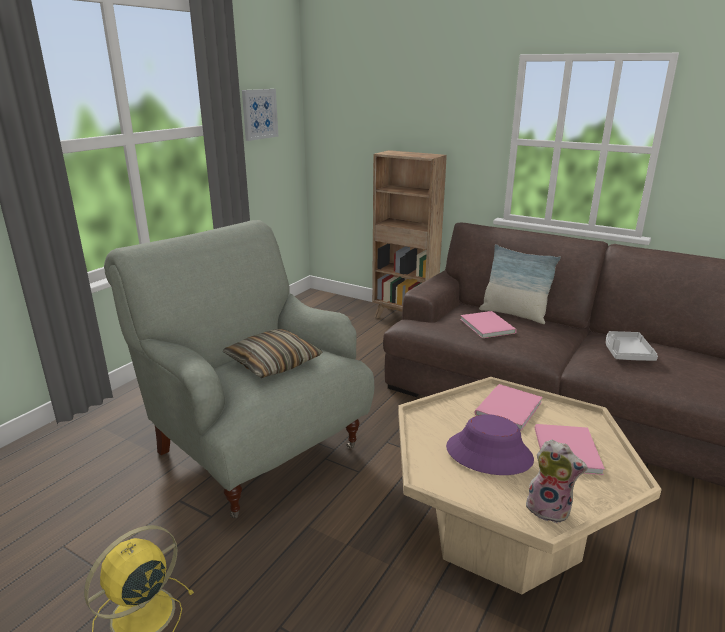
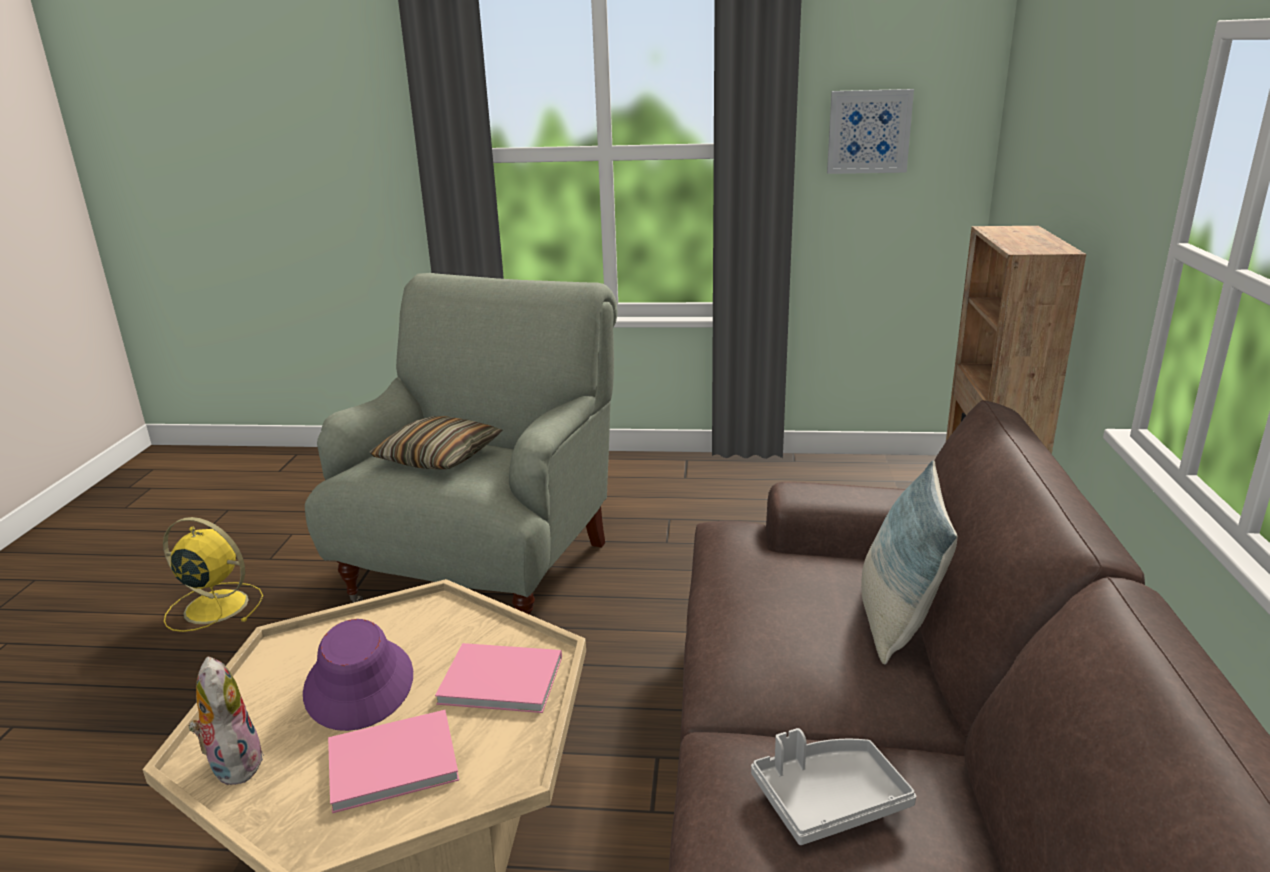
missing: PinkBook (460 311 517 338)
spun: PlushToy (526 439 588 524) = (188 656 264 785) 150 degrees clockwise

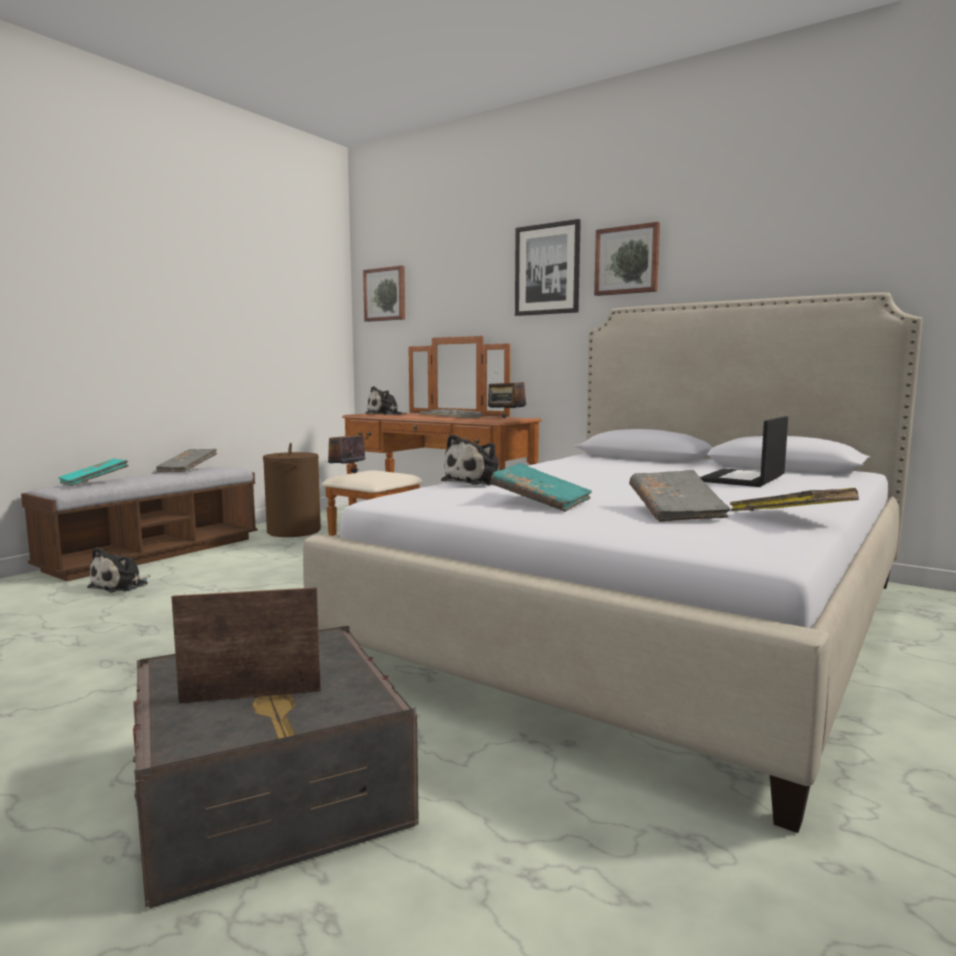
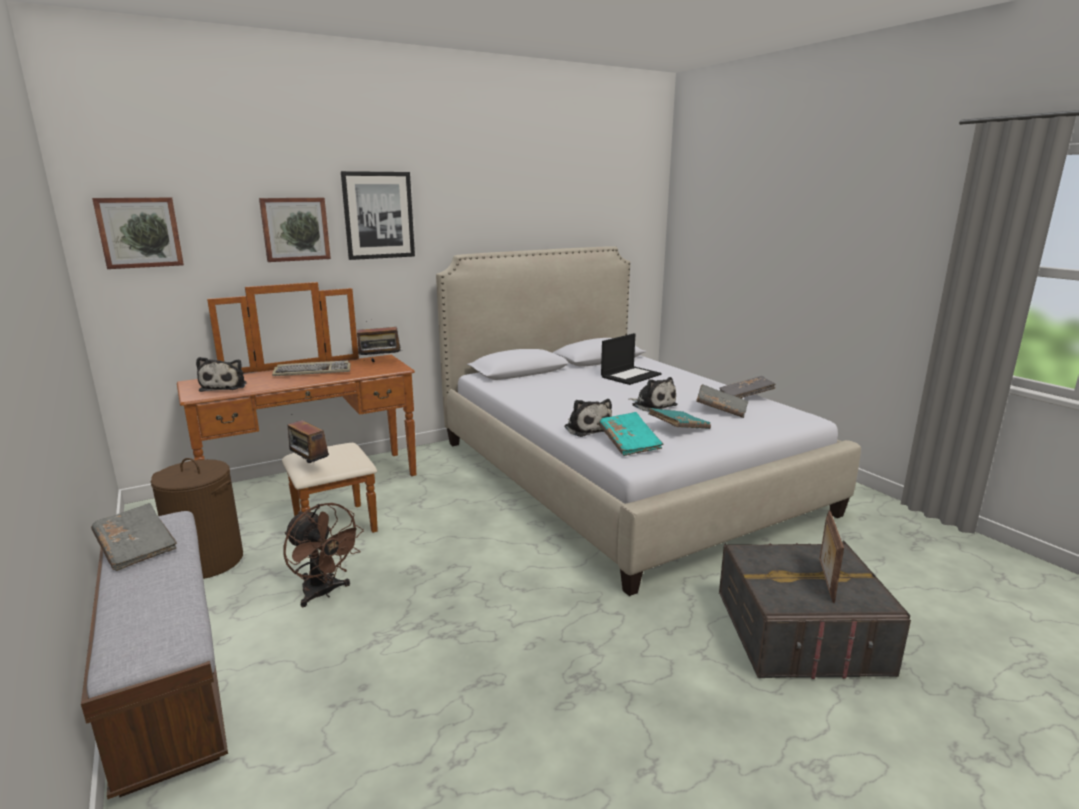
appeared: BrownFan (283 503 364 607)
relocated: Picture (594 222 660 296) to (259 198 331 262); TurquoiseBook (58 459 129 486) to (599 412 663 456); PlushToy (87 547 150 592) to (628 377 677 412)
colour: YellowBook (730 488 859 511) to GreyBook (719 376 776 398)
spun: Laptop (700 416 788 487) = (601 333 662 385) 105 degrees counterclockwise

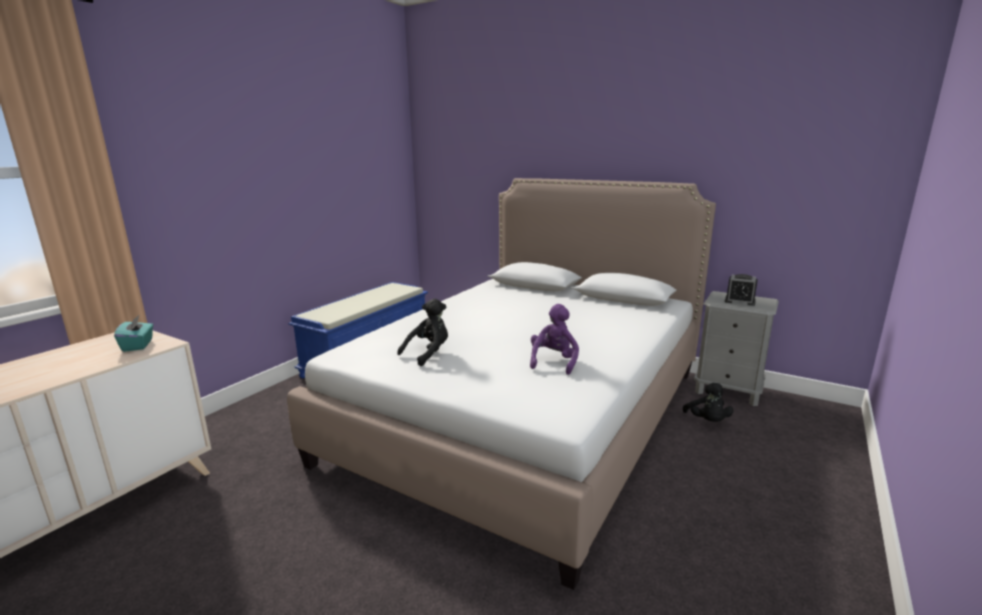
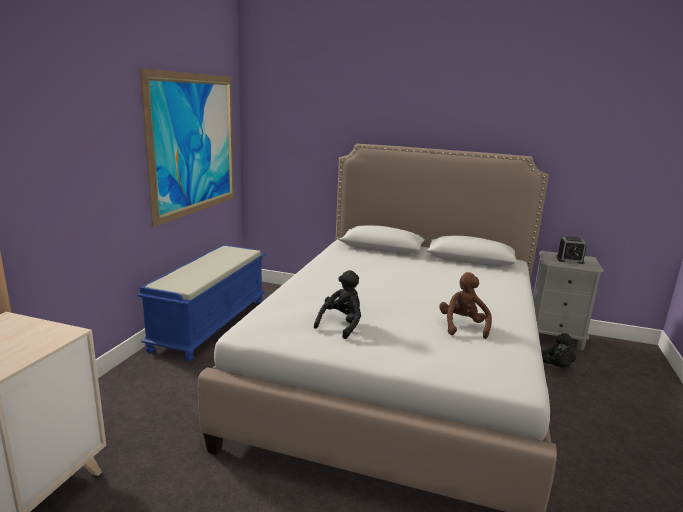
missing: TurquoiseTissueBox (114 315 153 352)
appeared: Picture (140 68 234 227)
colour: PurplePlushToy (530 304 579 375) to BrownPlushToy (439 272 492 339)

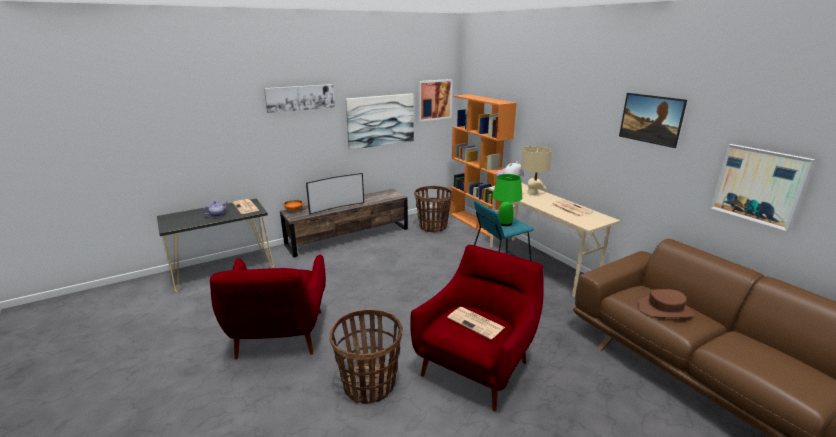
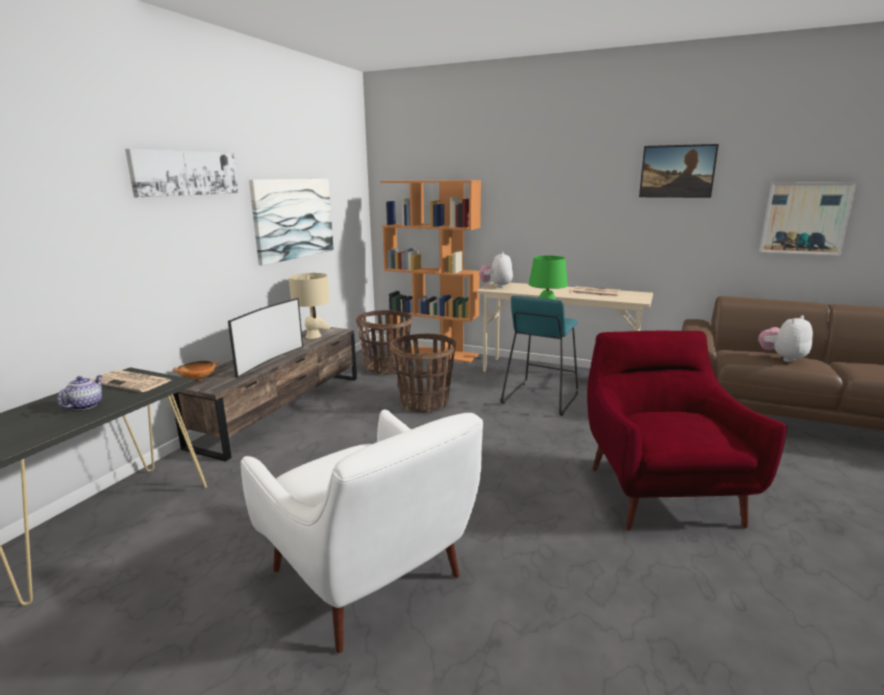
missing: Picture (418 79 452 122); Newspaper (447 307 505 340)
relocated: BeigeTableLamp (521 146 552 195) to (289 273 330 339); Basket (329 309 402 404) to (390 334 456 413)
exchanged: BrownHat (637 289 694 318) to PlushToy (758 315 813 362)
colour: RedArmchair (210 255 326 359) to WhiteArmchair (240 410 483 653)

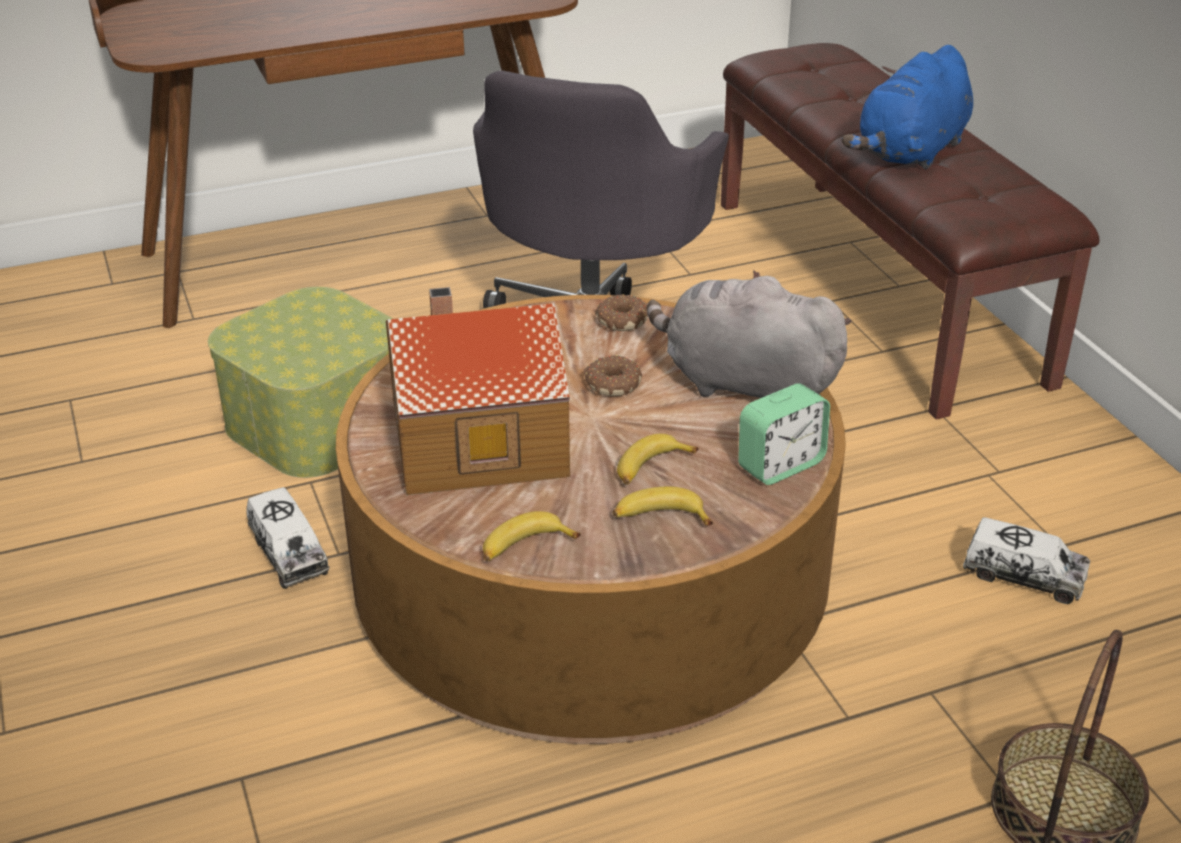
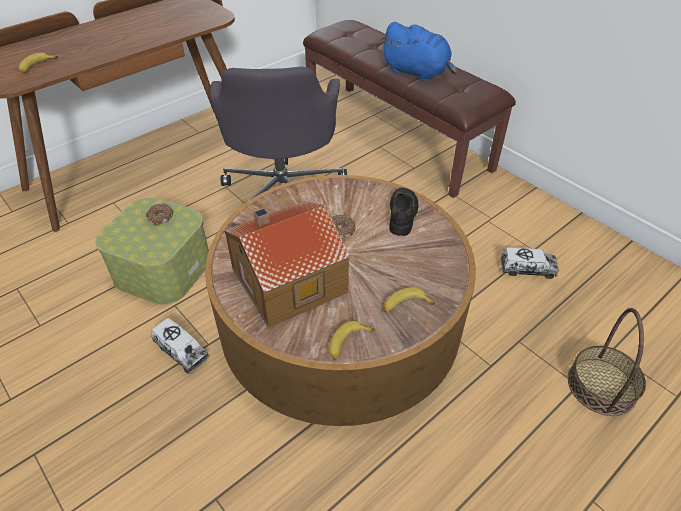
missing: AlarmClock (738 383 830 485)
relocated: Banana (617 434 699 484) to (19 53 58 73); Donut (595 294 648 331) to (146 204 173 224)
exchanged: GreyPlushToy (647 270 852 398) to BlackShoe (389 188 418 236)
spun: BluePlushToy (842 45 973 169) = (381 22 457 81) 75 degrees counterclockwise

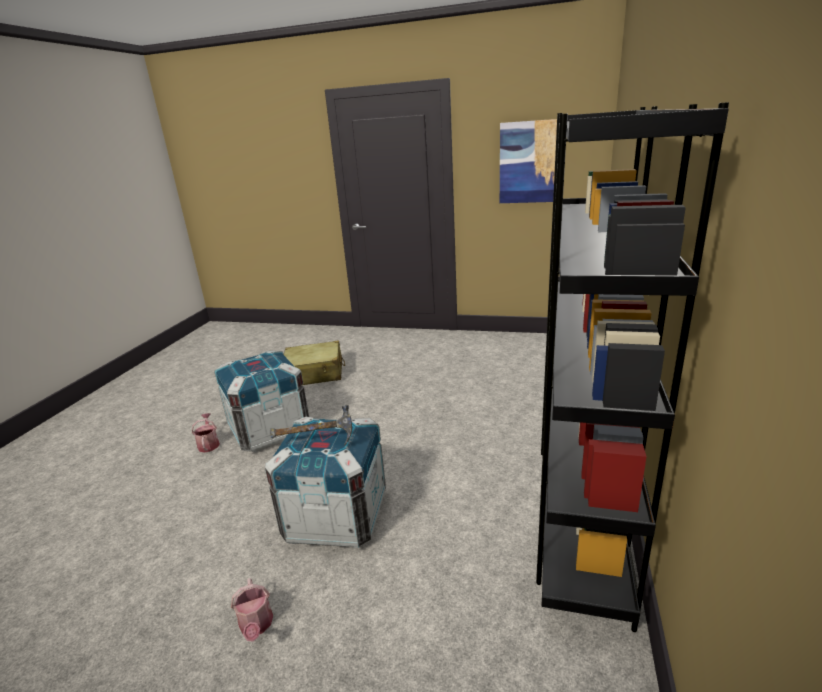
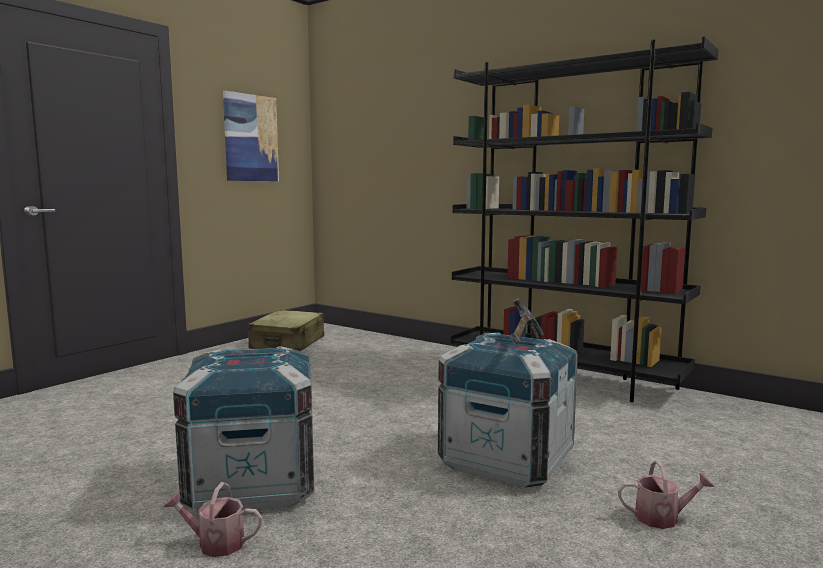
relocated: BeigeSuitcase (284 341 345 385) to (248 310 324 351)

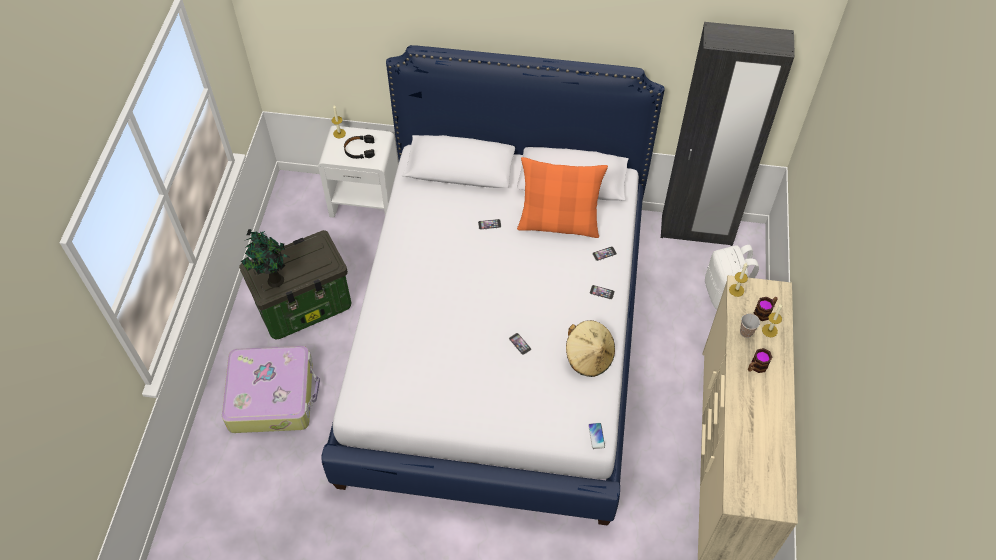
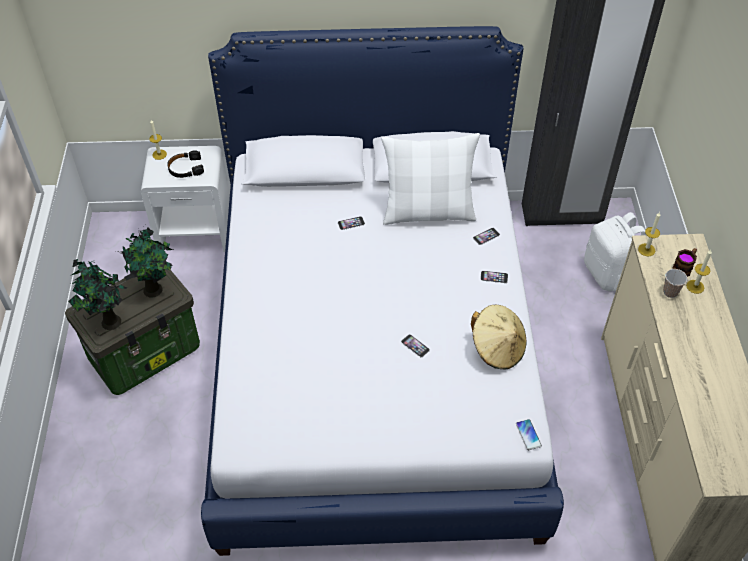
missing: Suitcase (222 346 320 433); Mug (748 348 772 373)
appeared: PottedPlant (116 225 173 298)
colour: OrangePillow (517 157 608 238) to WhitePillow (381 133 480 225)

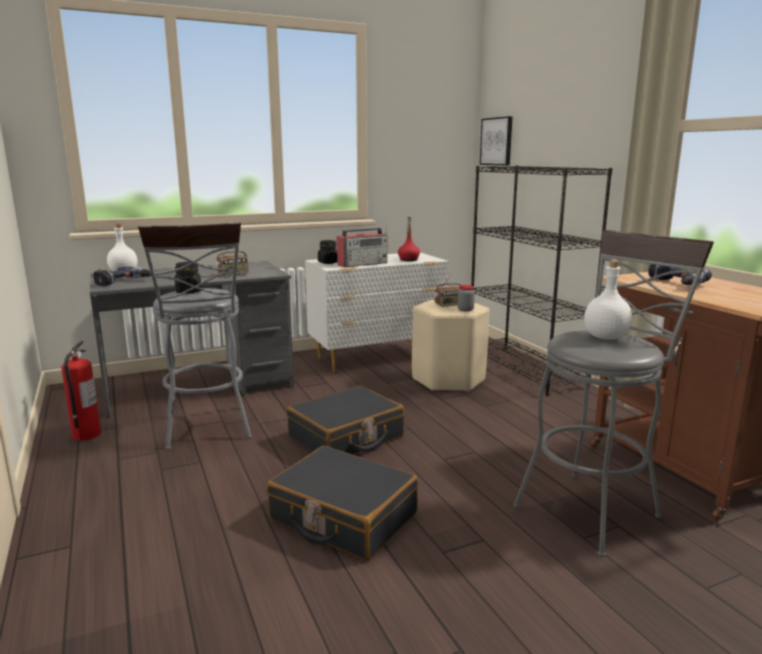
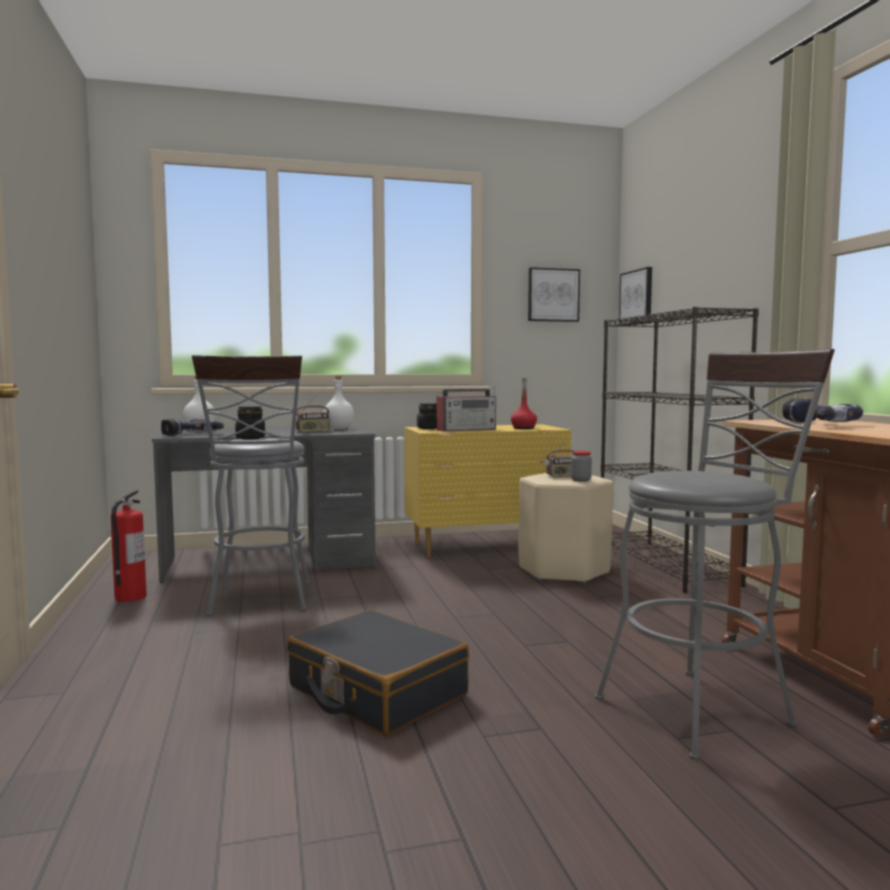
missing: BlackSuitcase (287 386 404 455)
appeared: Picture (528 267 580 322)
relocated: WhiteBottle (584 260 632 340) to (323 376 354 429)
colour: WhiteDresser (305 252 449 372) to YellowDresser (404 424 571 557)

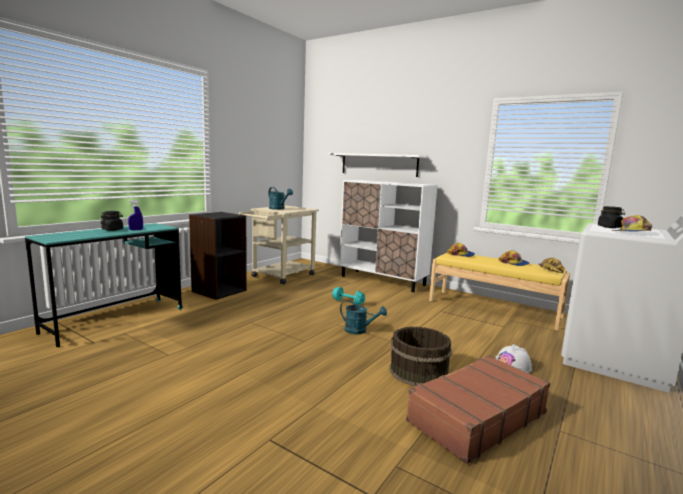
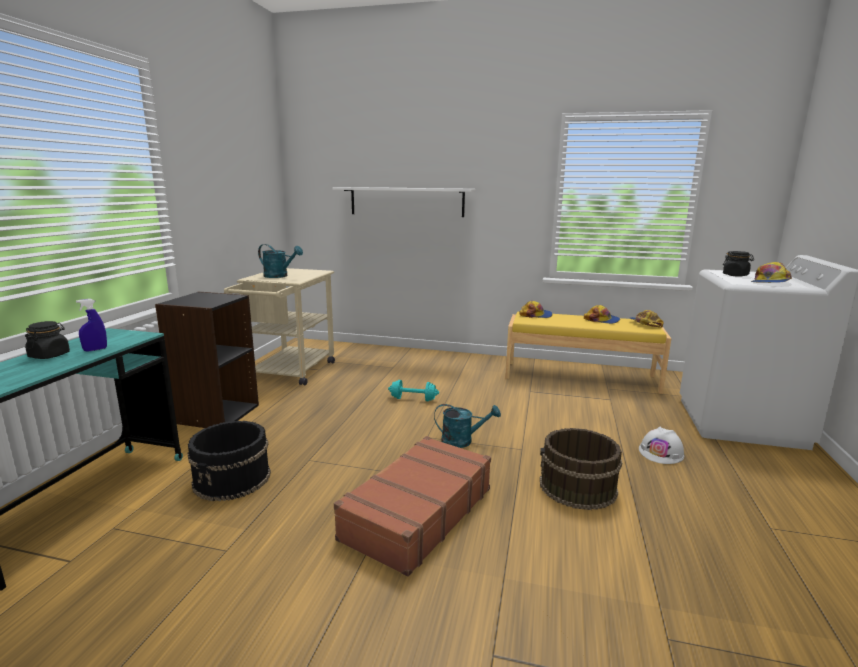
missing: WhiteCabinet (339 180 438 292)
appeared: BlackBucket (187 421 271 501)
relocated: BrownSuitcase (406 355 550 464) to (334 436 491 577)

